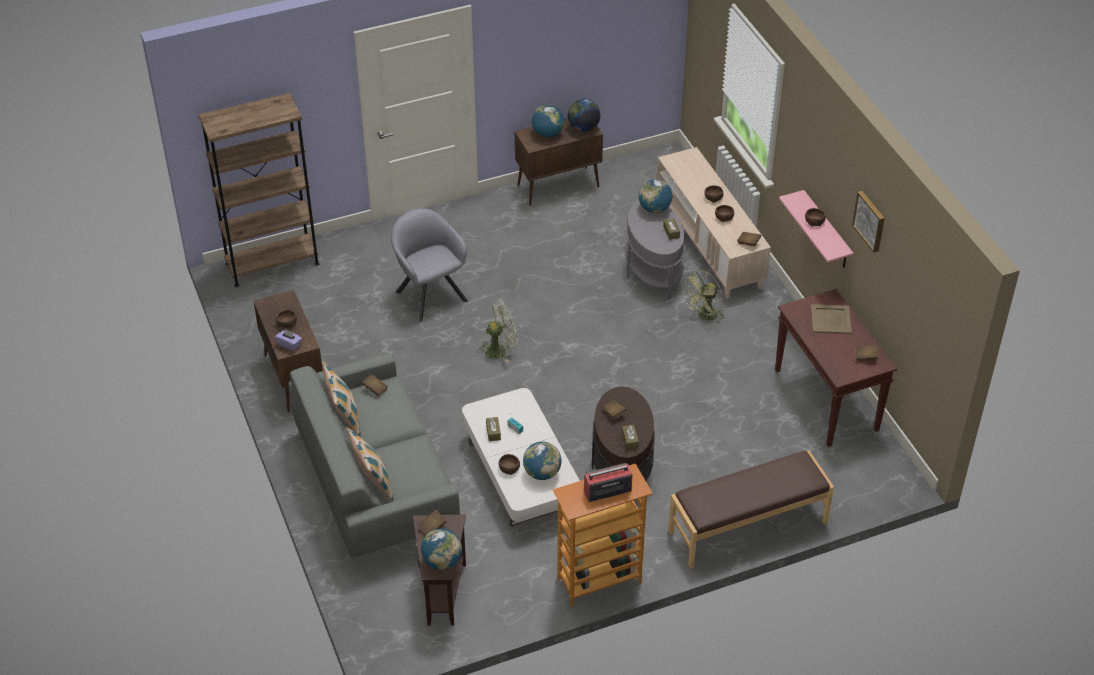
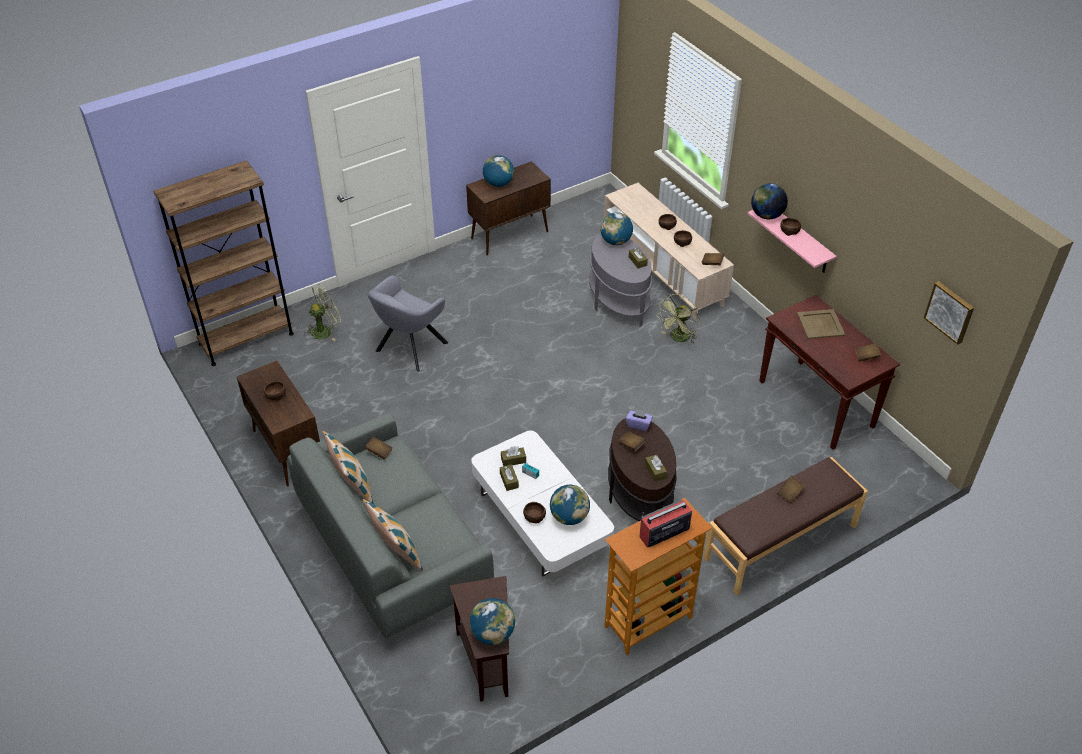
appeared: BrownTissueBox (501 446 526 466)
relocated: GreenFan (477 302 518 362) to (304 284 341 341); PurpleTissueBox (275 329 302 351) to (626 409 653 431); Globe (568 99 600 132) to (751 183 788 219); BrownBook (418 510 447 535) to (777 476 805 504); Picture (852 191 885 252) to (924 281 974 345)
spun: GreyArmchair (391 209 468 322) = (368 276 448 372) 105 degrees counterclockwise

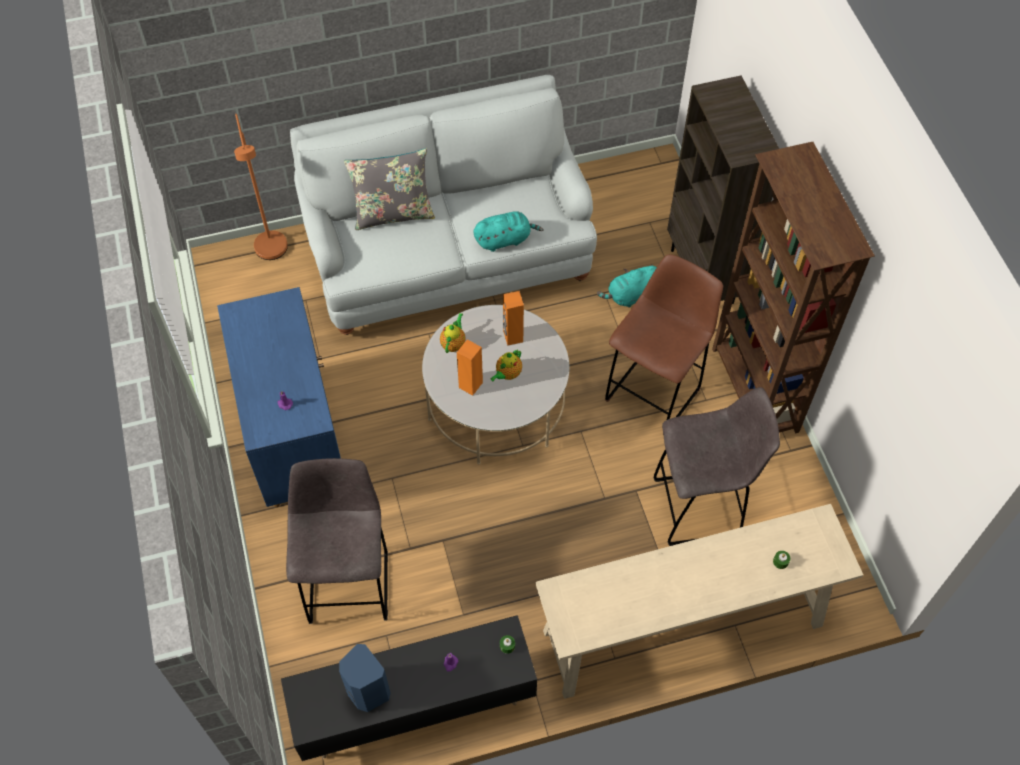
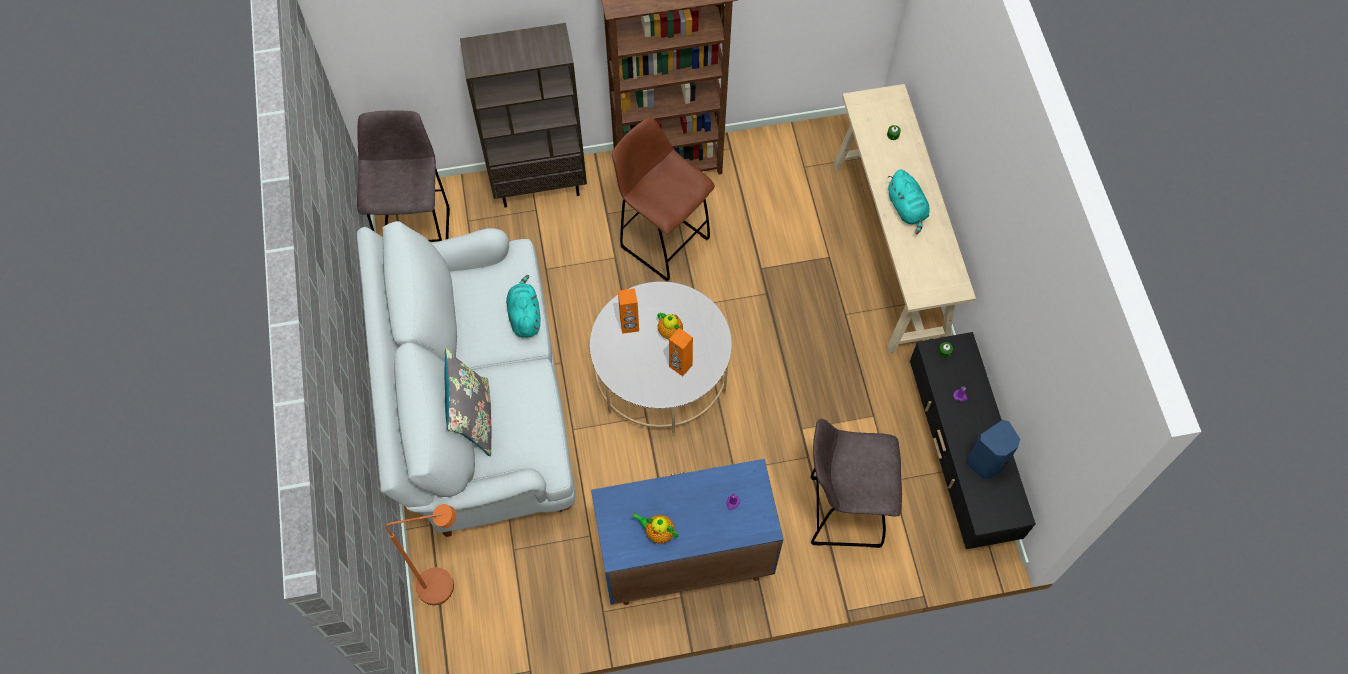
relocated: GreyStool (653 387 780 546) to (357 110 450 242); Teapot (440 313 466 353) to (632 513 679 544); TurquoisePlushToy (597 264 657 308) to (888 170 929 234)

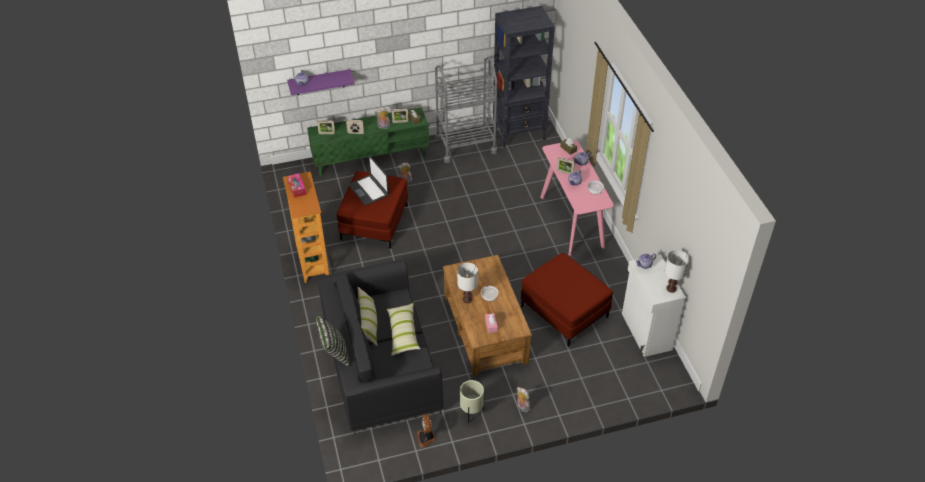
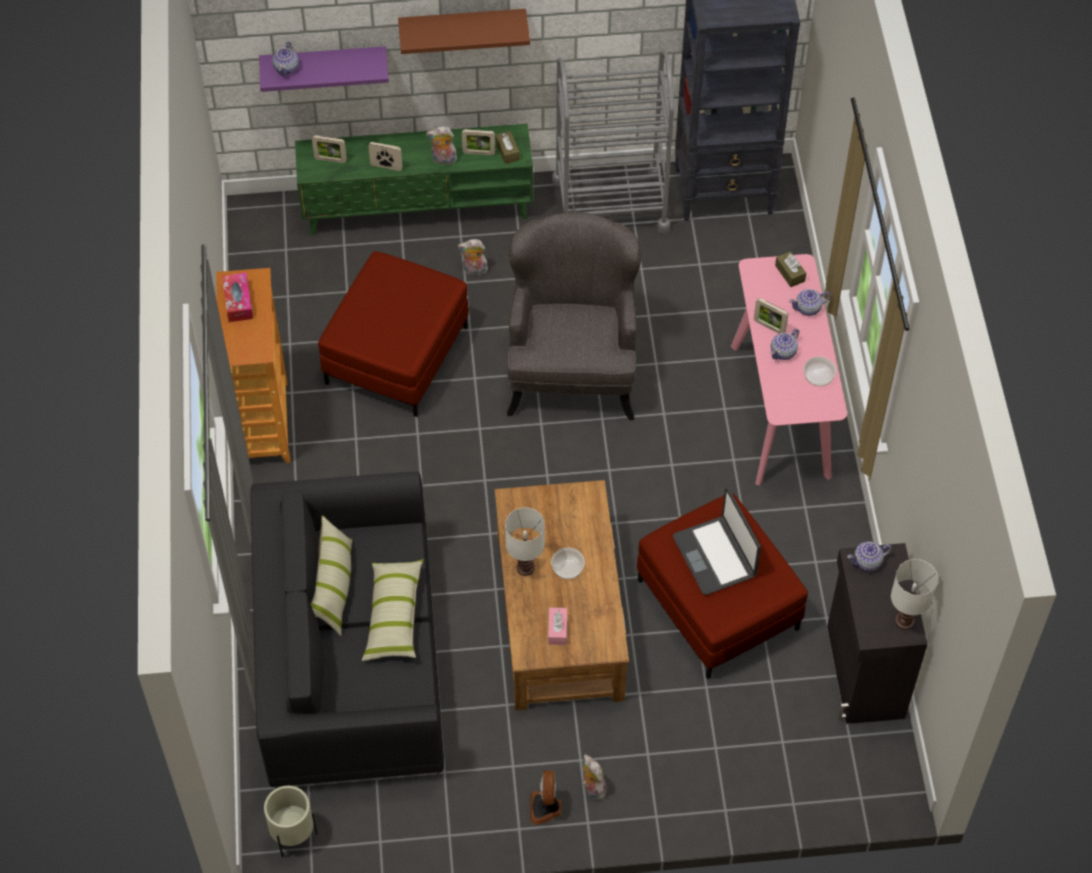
missing: Pillow (316 316 350 367)
appeared: BrownShelf (398 9 530 54); GreyArmchair (507 212 641 420)
relocated: BeigePlanter (460 380 484 423) to (264 786 318 857); Fan (417 414 435 447) to (530 770 562 825); Laptop (348 156 389 205) to (673 488 761 595)
colour: WhiteCabinet (622 254 686 357) to BlackCabinet (827 543 928 724)

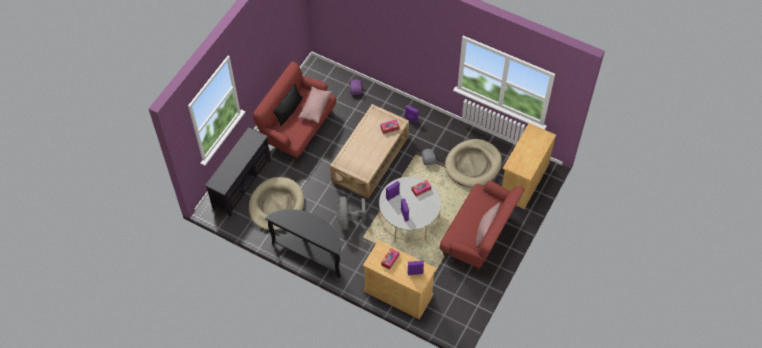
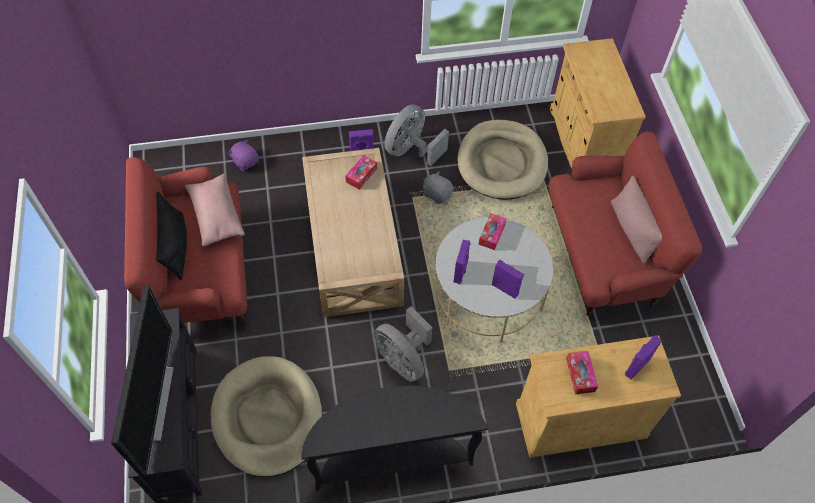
appeared: Television (111 286 173 476); GreyFan (384 104 449 166)

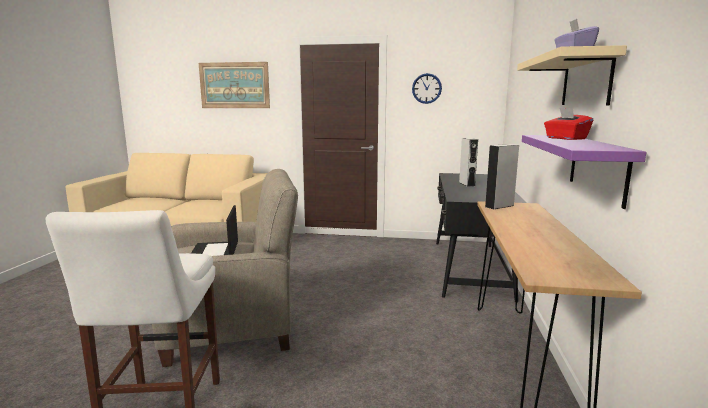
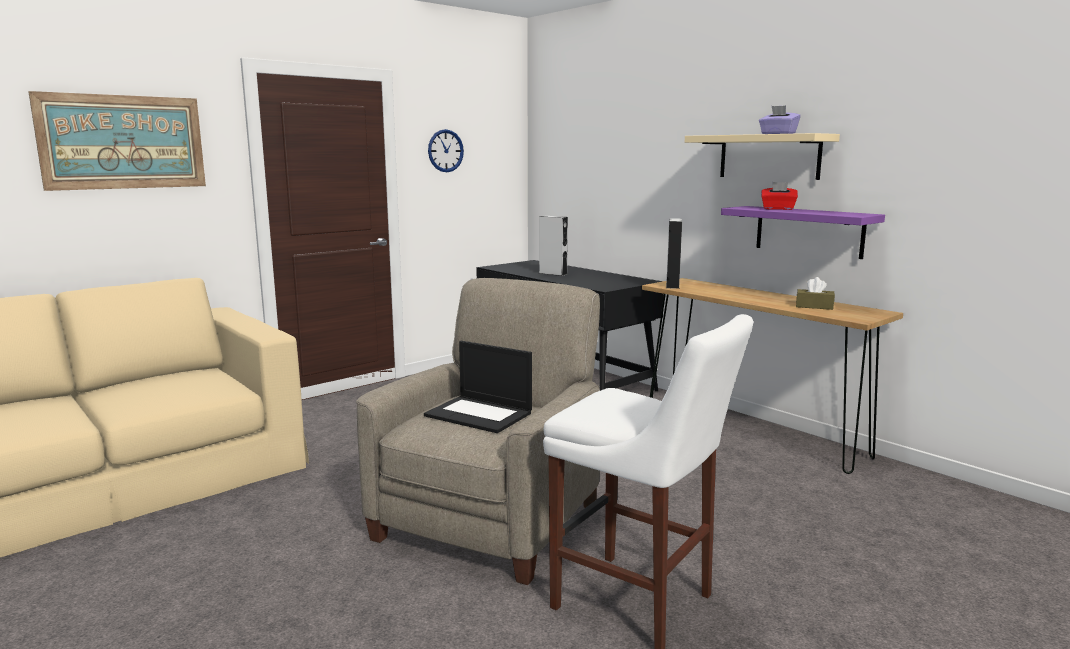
appeared: BrownTissueBox (796 277 835 310)

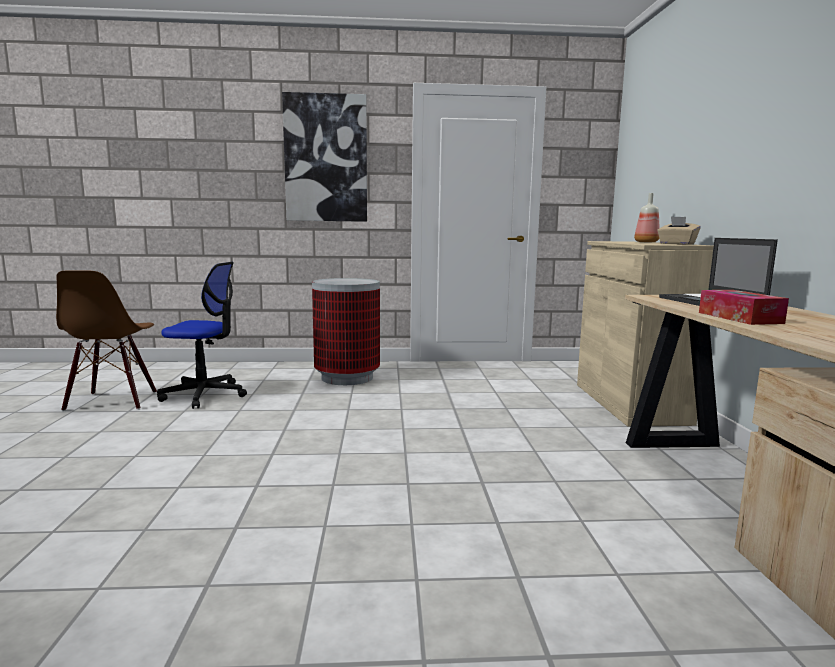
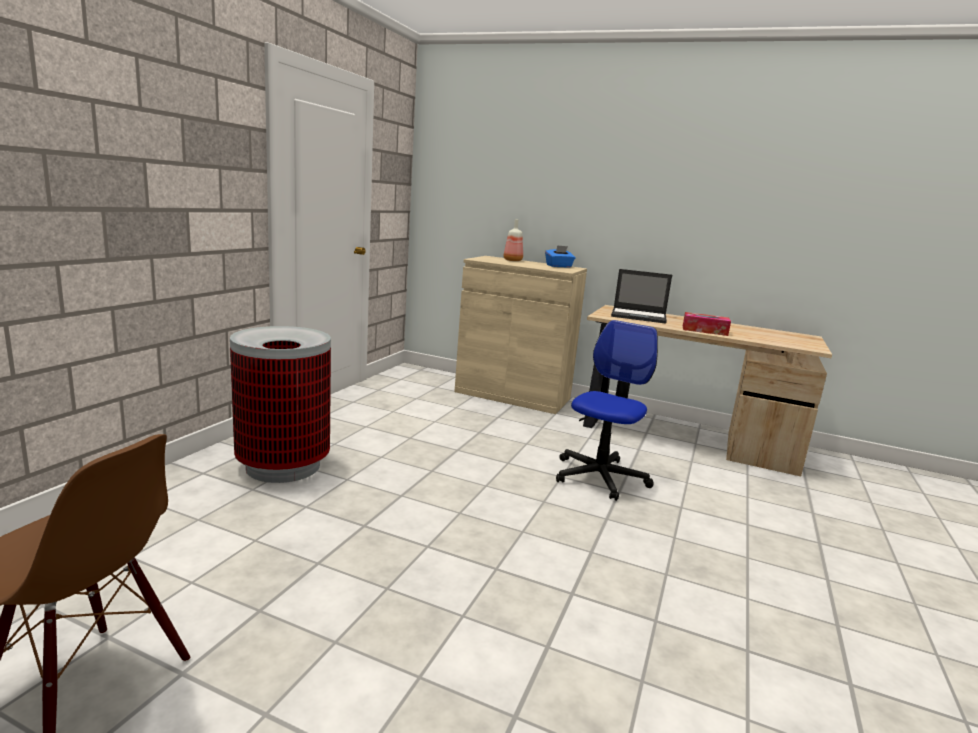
missing: Picture (282 92 367 222)
relocated: OfficeChair (157 262 247 409) to (556 320 658 501)
colour: BeigeTissueBox (657 217 701 244) to BlueTissueBox (545 245 575 268)

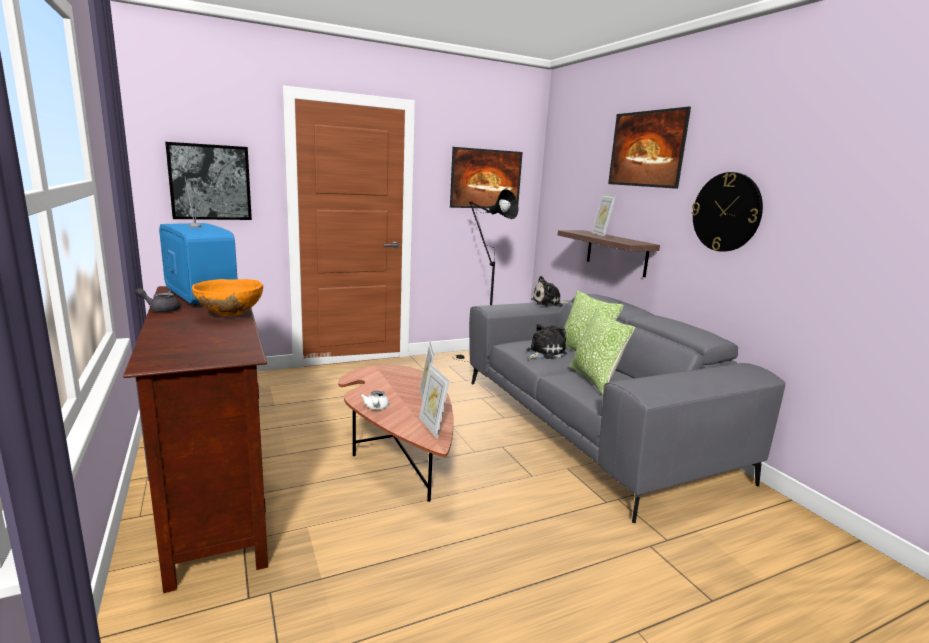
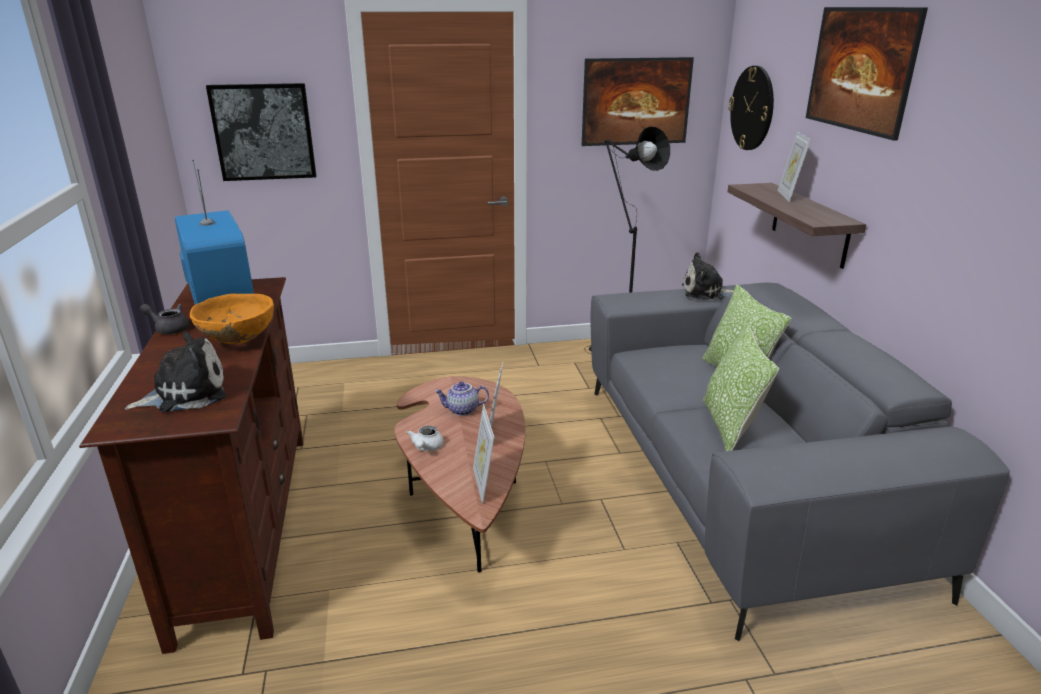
appeared: Teapot (434 382 489 416)
relocated: PlushToy (526 324 567 359) to (124 331 226 412); WallClock (691 172 763 252) to (728 66 774 150)

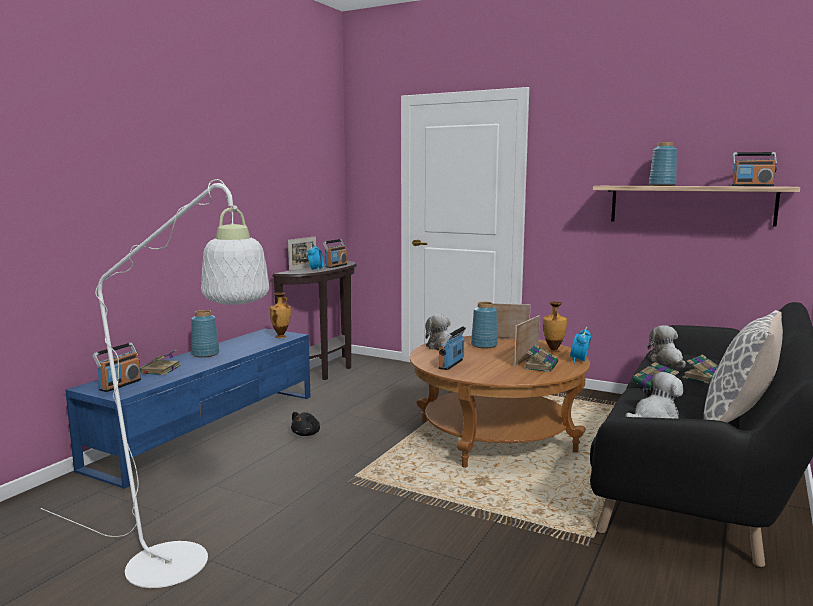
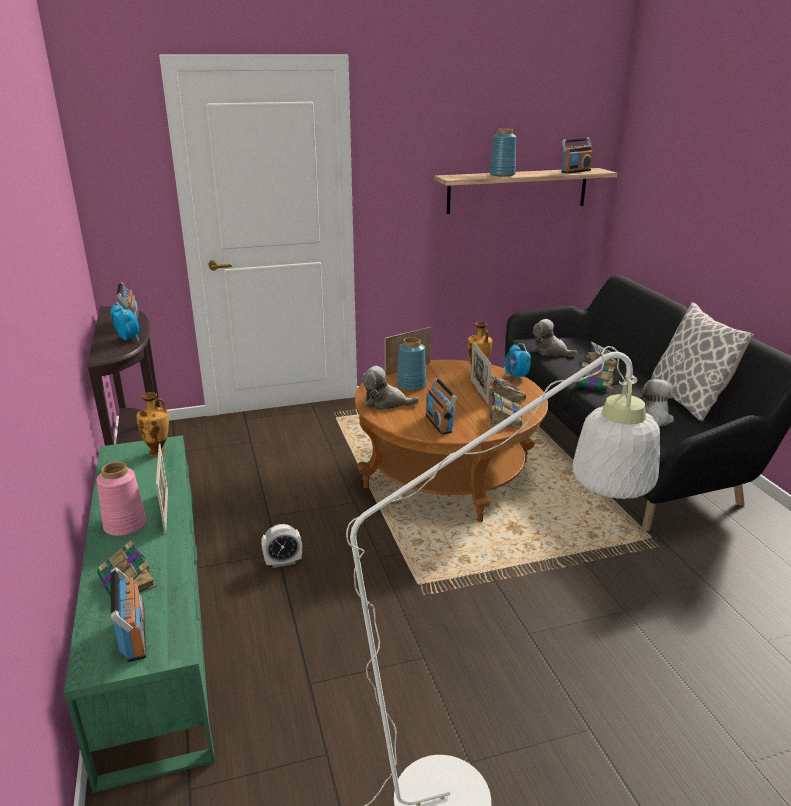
appeared: Book (490 393 522 427)
relocated: PictureFrame (288 236 316 271) to (156 443 168 534)
exchanged: BlackPlushToy (291 412 320 436) to AlarmClock (261 524 302 568)
colour: BlueTvStand (65 329 310 489) to GreenTvStand (64 435 215 793); BlueVase (191 310 220 358) to PinkVase (96 462 147 536)

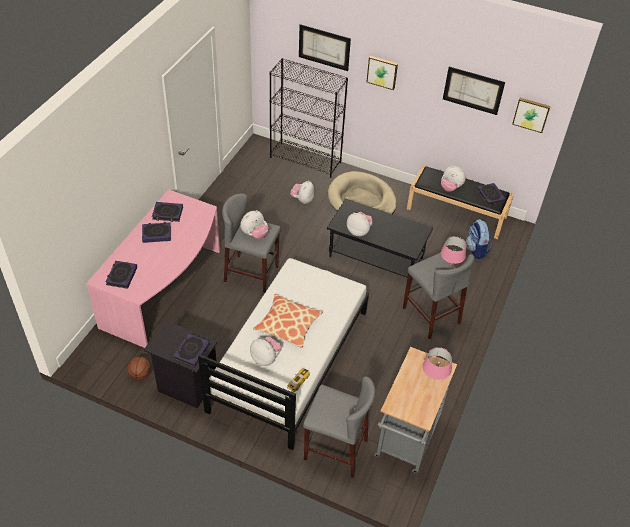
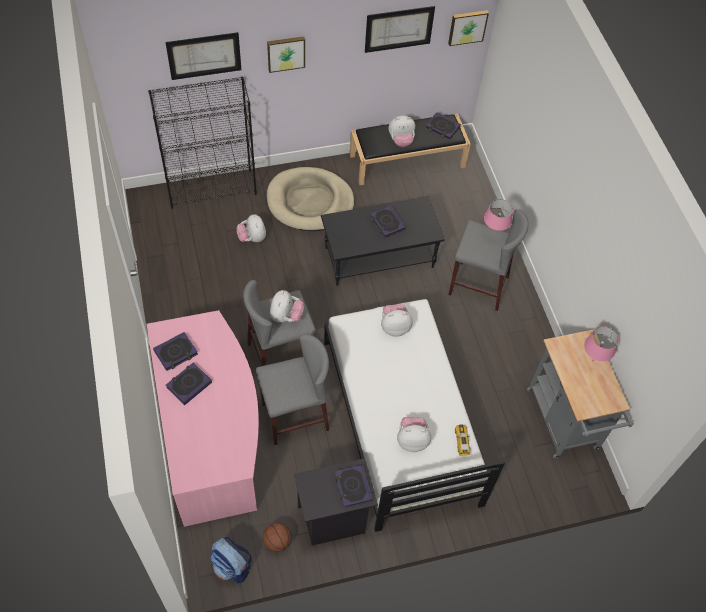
missing: Pillow (253 294 323 348)
relocated: Backpack (466 219 493 259) to (211 537 251 583); GreyStool (303 376 375 478) to (256 334 329 445); Book (106 261 137 289) to (370 205 406 238); PlushToy (347 212 373 237) to (381 304 413 337)

